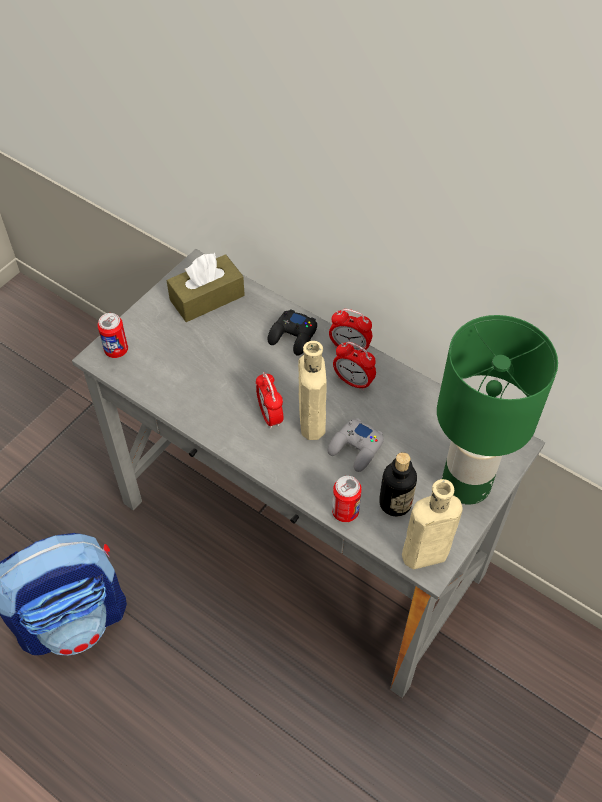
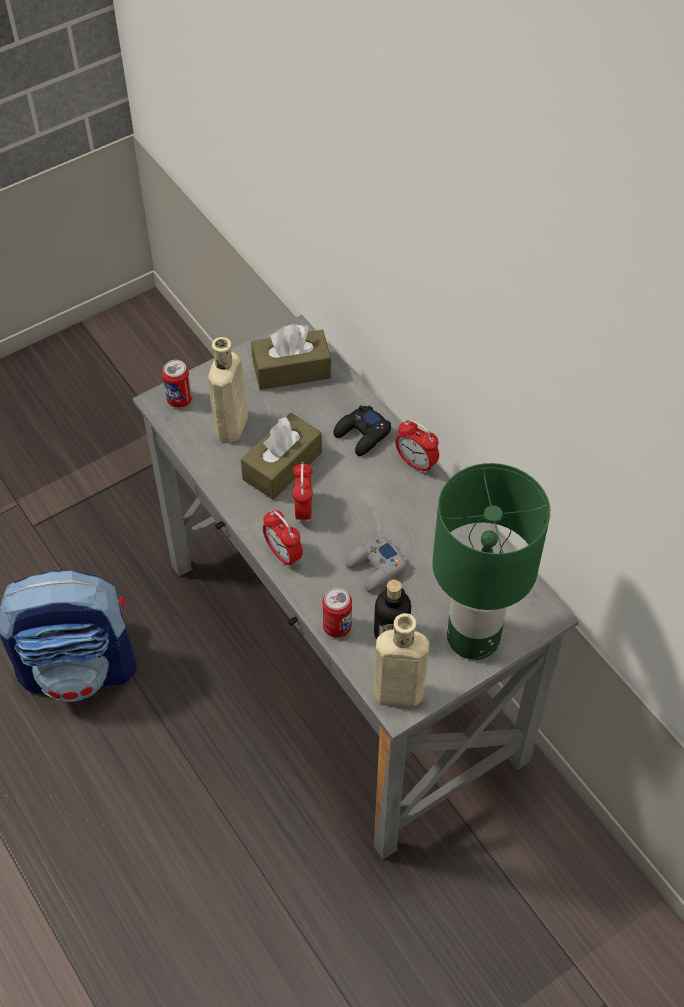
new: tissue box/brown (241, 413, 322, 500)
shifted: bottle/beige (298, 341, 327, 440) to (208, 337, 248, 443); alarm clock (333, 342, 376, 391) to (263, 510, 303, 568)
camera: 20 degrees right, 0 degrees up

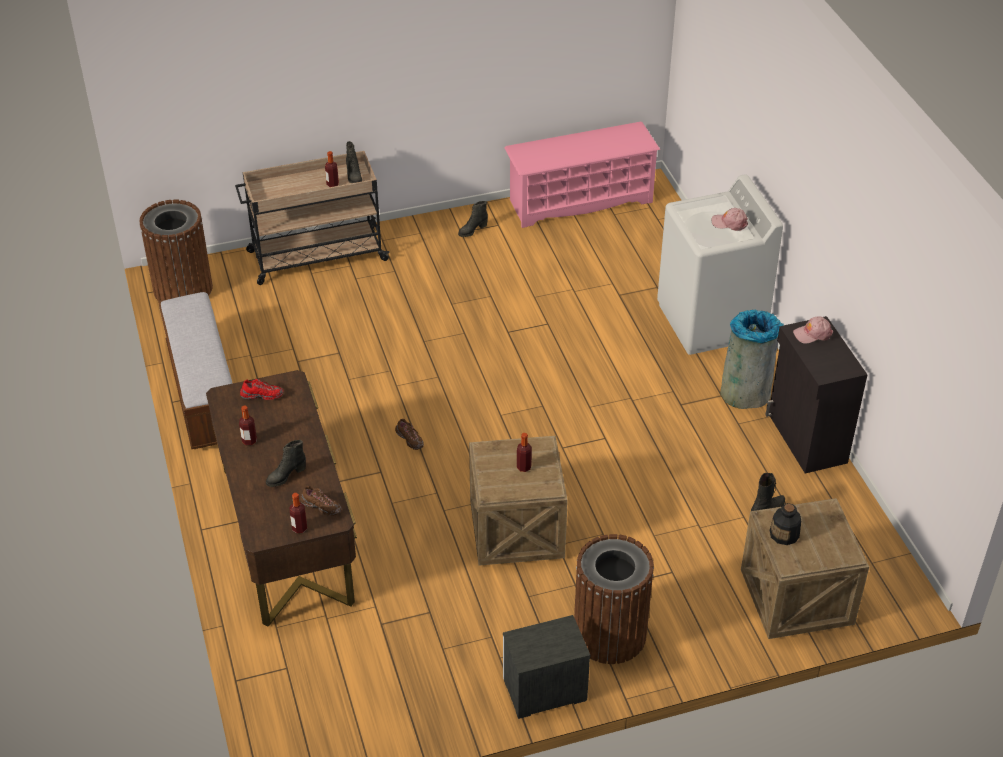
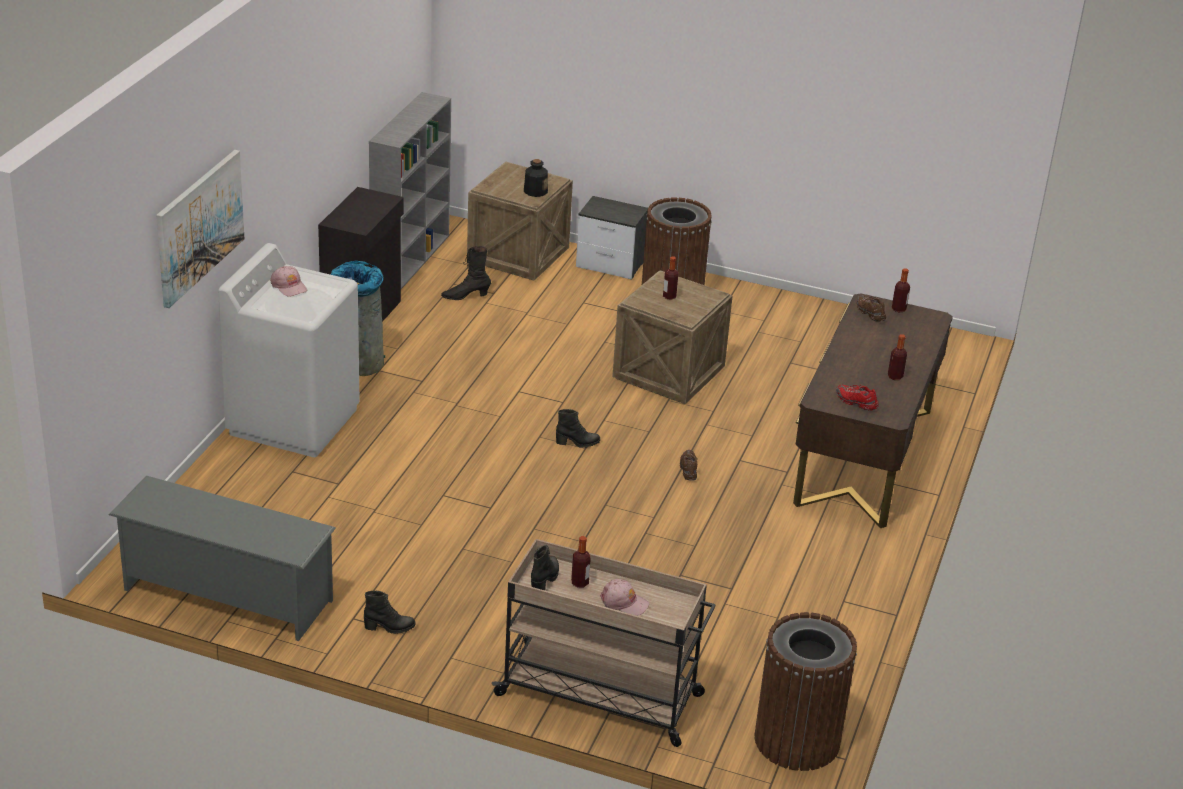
gone: bench (158, 292, 233, 449)
new: picture (156, 150, 244, 308); bookcase/grey (369, 92, 451, 289)
shifted: boot/black (266, 440, 306, 487) to (556, 409, 600, 448); nightstand (503, 615, 590, 719) to (576, 196, 648, 280); cap/pink (793, 316, 833, 344) to (600, 579, 649, 616)
repainted: shoe rack/pink (504, 122, 660, 228) to shoe rack/grey (109, 476, 336, 641)
camera: 145 degrees left, 10 degrees down

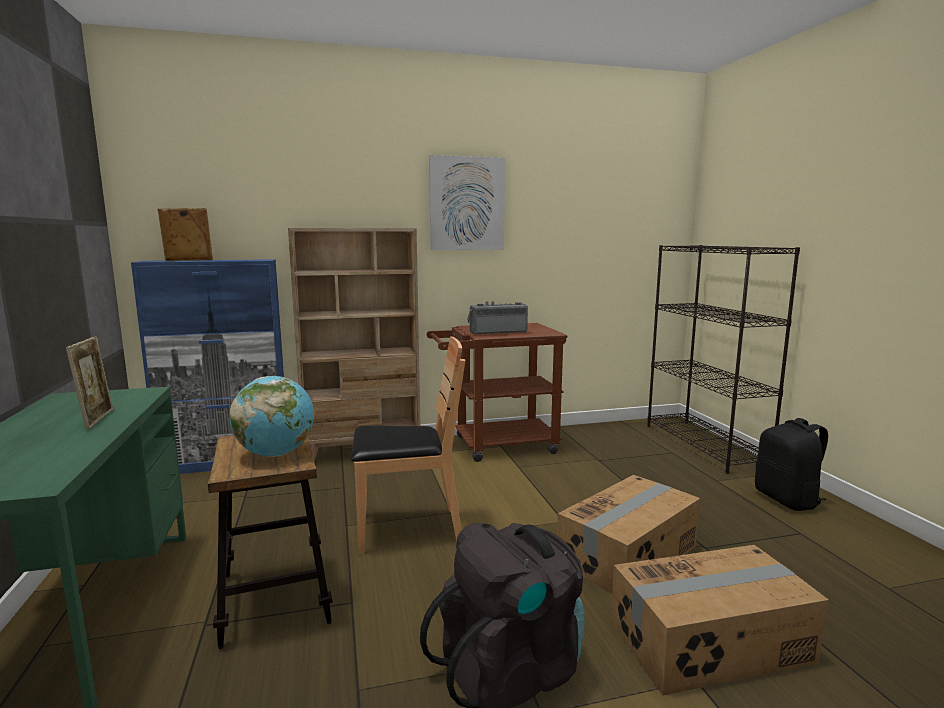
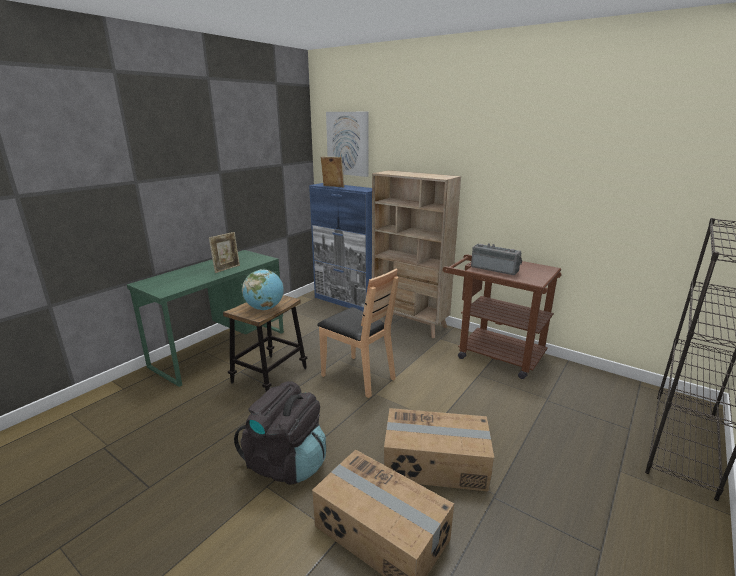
gone: backpack/black (755, 418, 828, 511)
shifted: picture (429, 155, 505, 250) to (326, 112, 369, 177)
camera: 50 degrees right, 10 degrees up

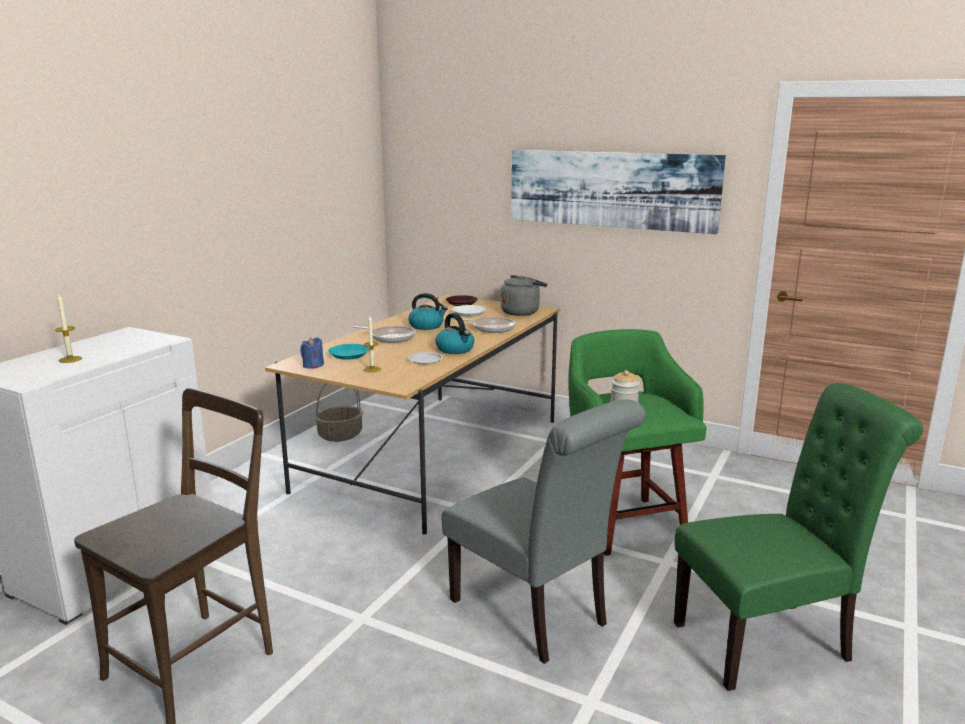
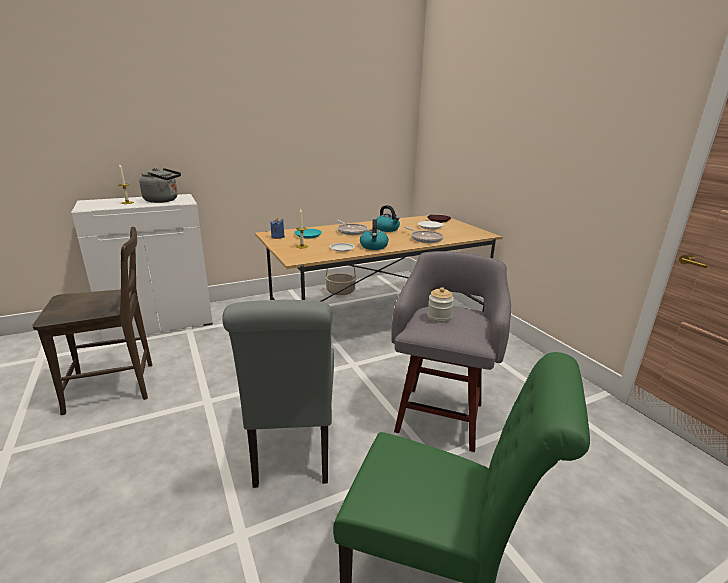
gone: picture (511, 150, 726, 234)
shifted: kettle/grey (501, 275, 547, 316) to (139, 168, 181, 203)
repainted: stool/green (568, 329, 707, 556) to stool/grey (391, 251, 511, 452)
camera: 35 degrees right, 5 degrees up

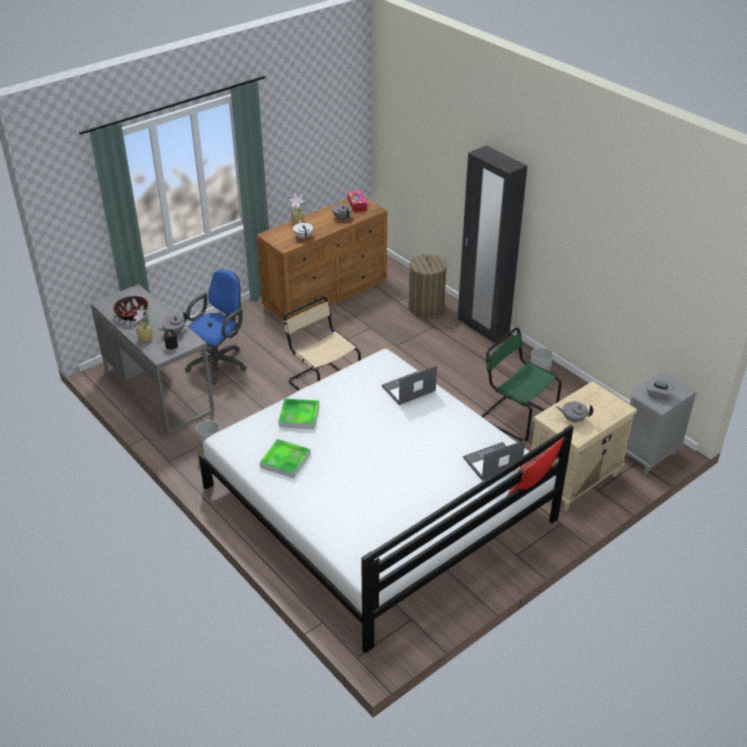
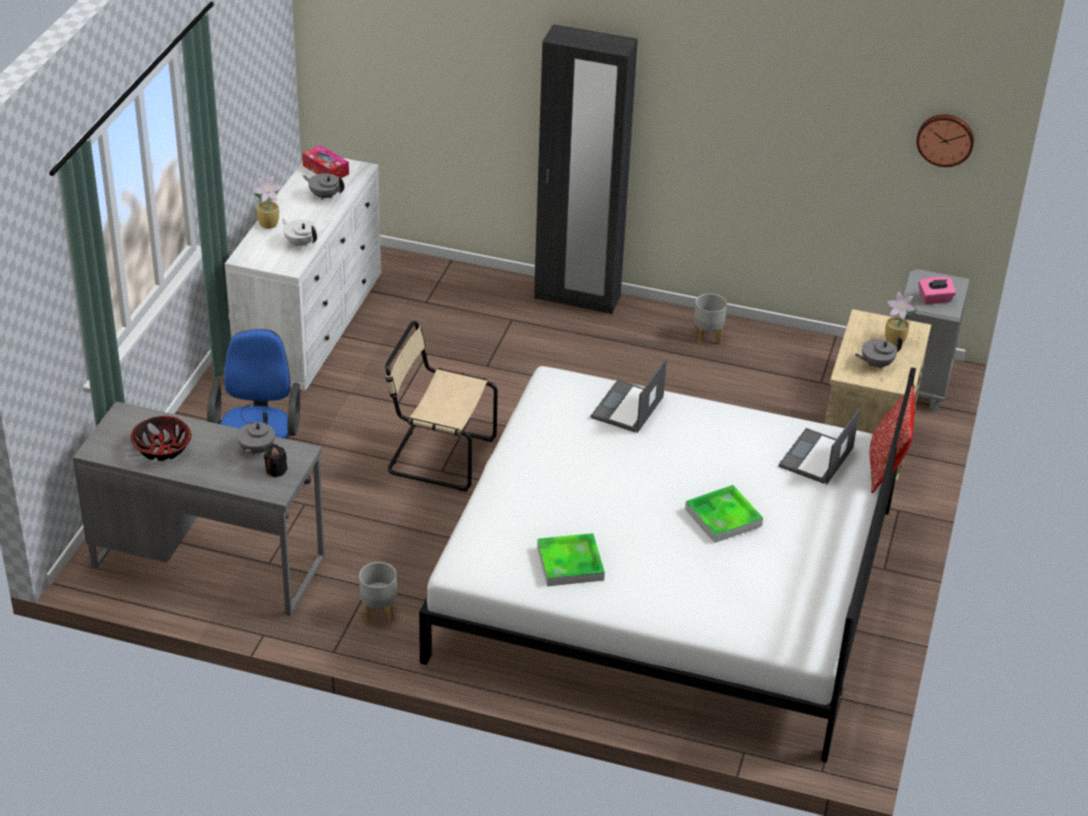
gone: laundry basket (409, 254, 447, 318); chair/green (481, 328, 562, 443)
new: wall clock (916, 114, 974, 167)
shifted: tray (278, 398, 319, 429) to (685, 485, 763, 543); potted plant (134, 305, 152, 341) to (885, 292, 917, 346)
repainted: dresser/brown (256, 197, 387, 320) to dresser/white (225, 158, 381, 391); tissue box/grey (647, 378, 674, 401) to tissue box/pink (918, 276, 956, 304)
camera: 35 degrees left, 0 degrees up

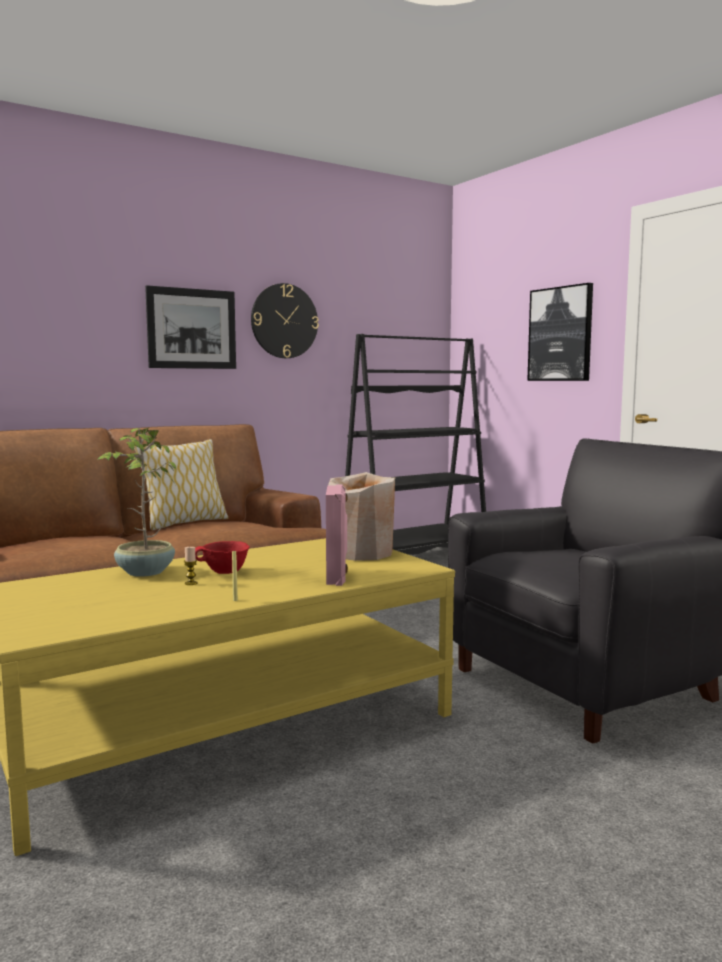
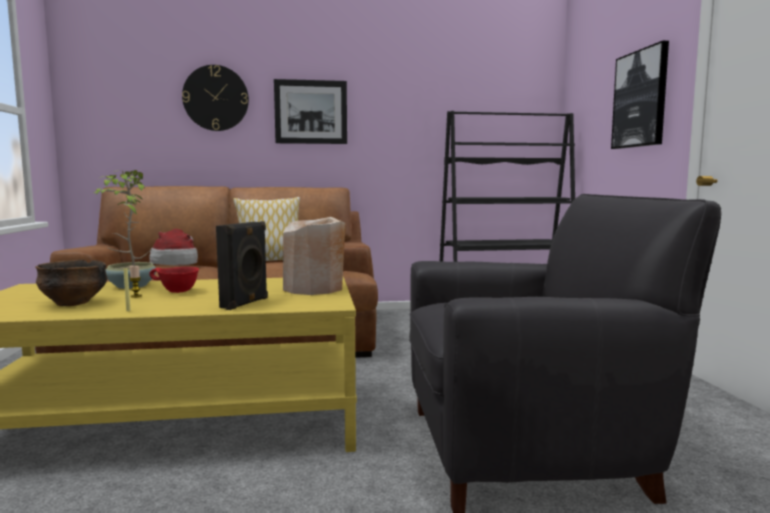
new: bowl (35, 260, 107, 306); hat (149, 229, 198, 265)
shifted: wall clock (251, 283, 319, 358) to (182, 65, 249, 131)
repainted: speaker/pink (326, 485, 348, 586) to speaker/black (216, 221, 268, 310)
camera: 25 degrees right, 0 degrees up

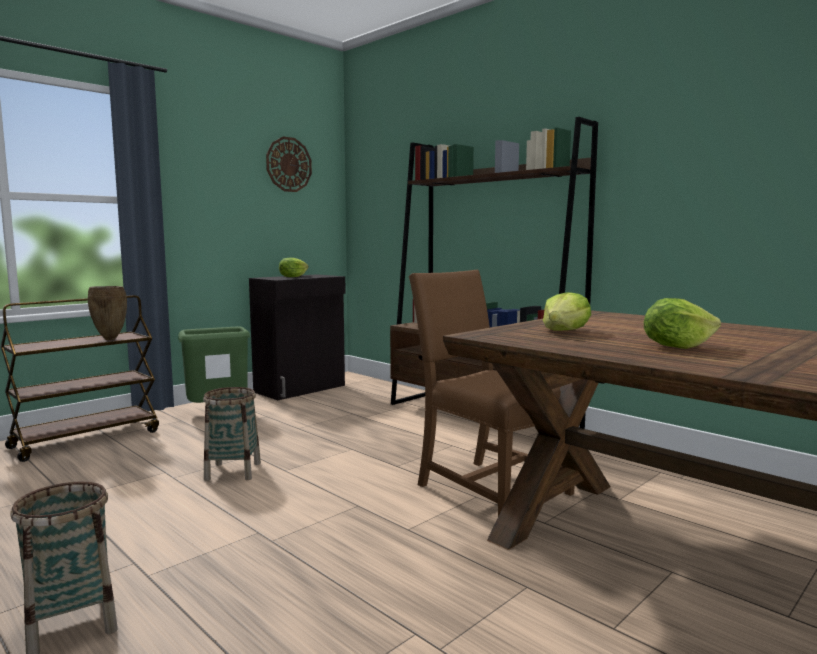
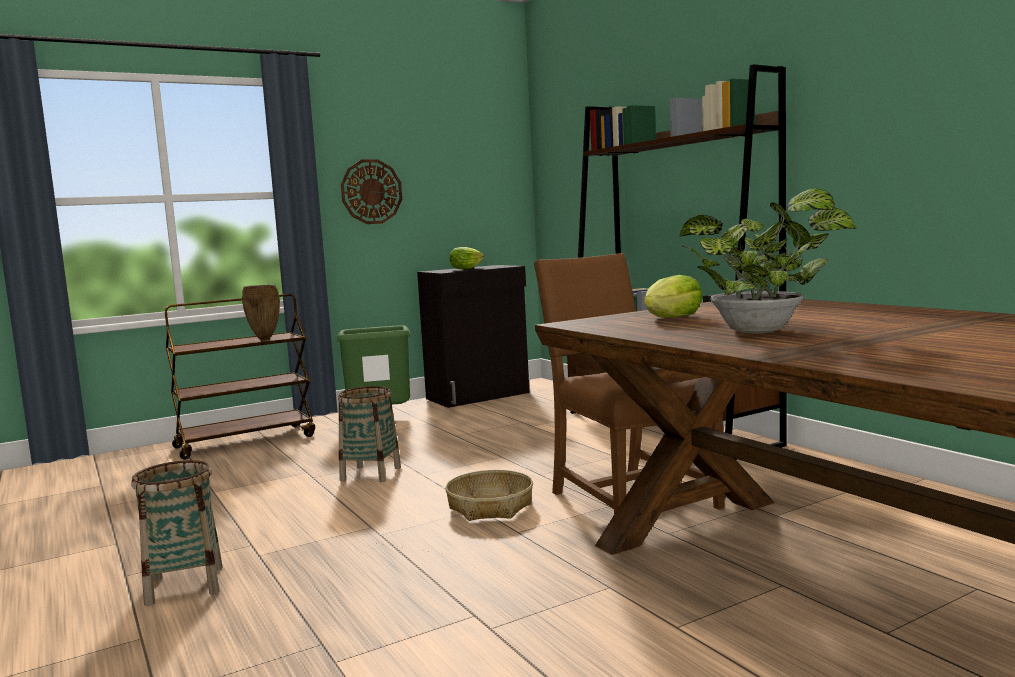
new: basket (445, 470, 533, 521)
shifted: wall clock (266, 136, 312, 192) to (341, 159, 402, 224)
swapped: lettuce (644, 298, 721, 349) to potted plant (680, 188, 857, 334)
camera: 15 degrees right, 0 degrees up

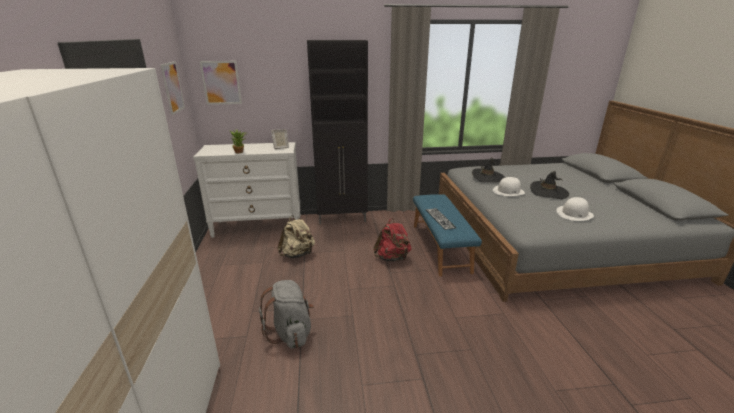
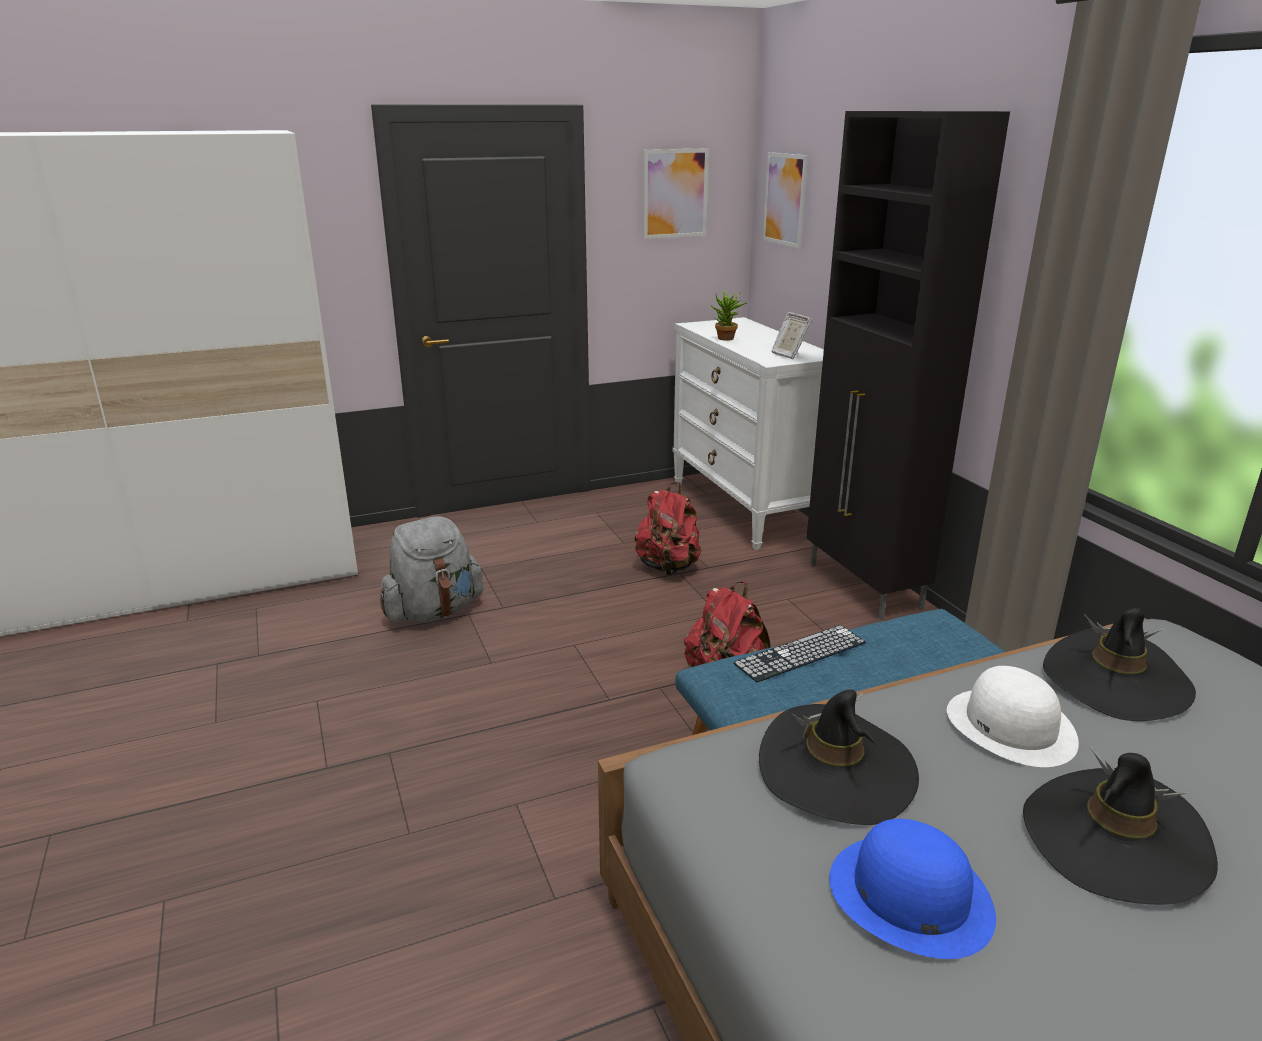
new: hat/black (759, 689, 919, 825)
repainted: backpack/beige (277, 215, 315, 258) to backpack/red (635, 482, 701, 575); hat/white (557, 197, 594, 221) to hat/blue (829, 819, 996, 959)
camera: 75 degrees right, 0 degrees up

